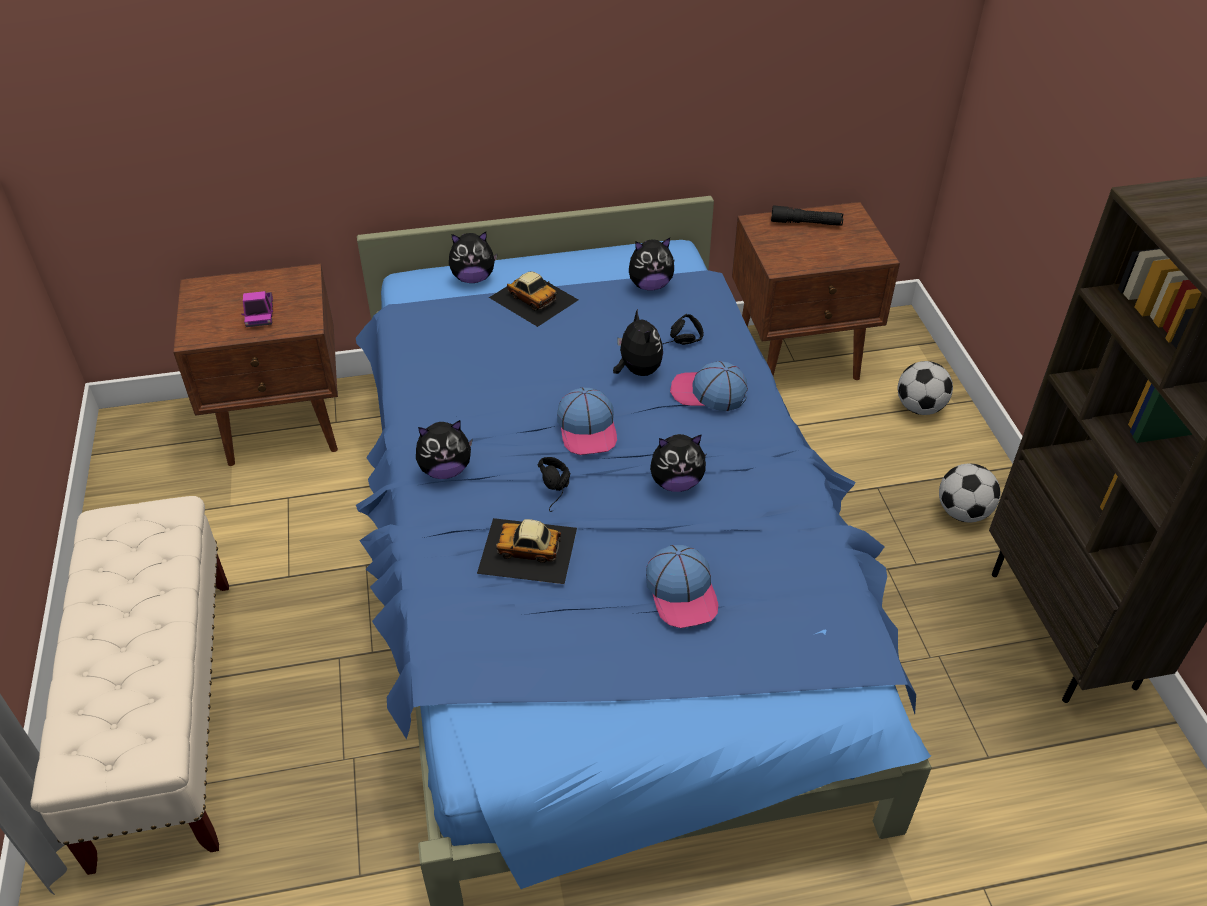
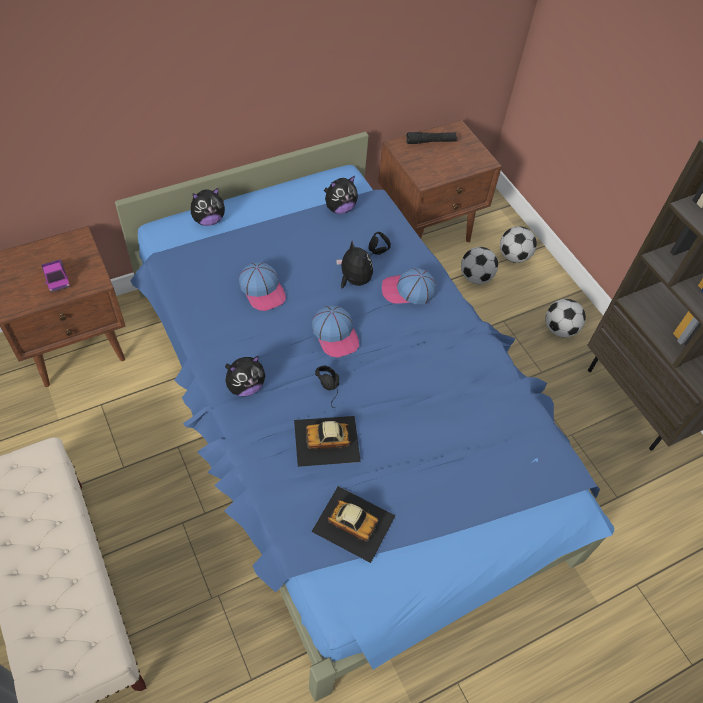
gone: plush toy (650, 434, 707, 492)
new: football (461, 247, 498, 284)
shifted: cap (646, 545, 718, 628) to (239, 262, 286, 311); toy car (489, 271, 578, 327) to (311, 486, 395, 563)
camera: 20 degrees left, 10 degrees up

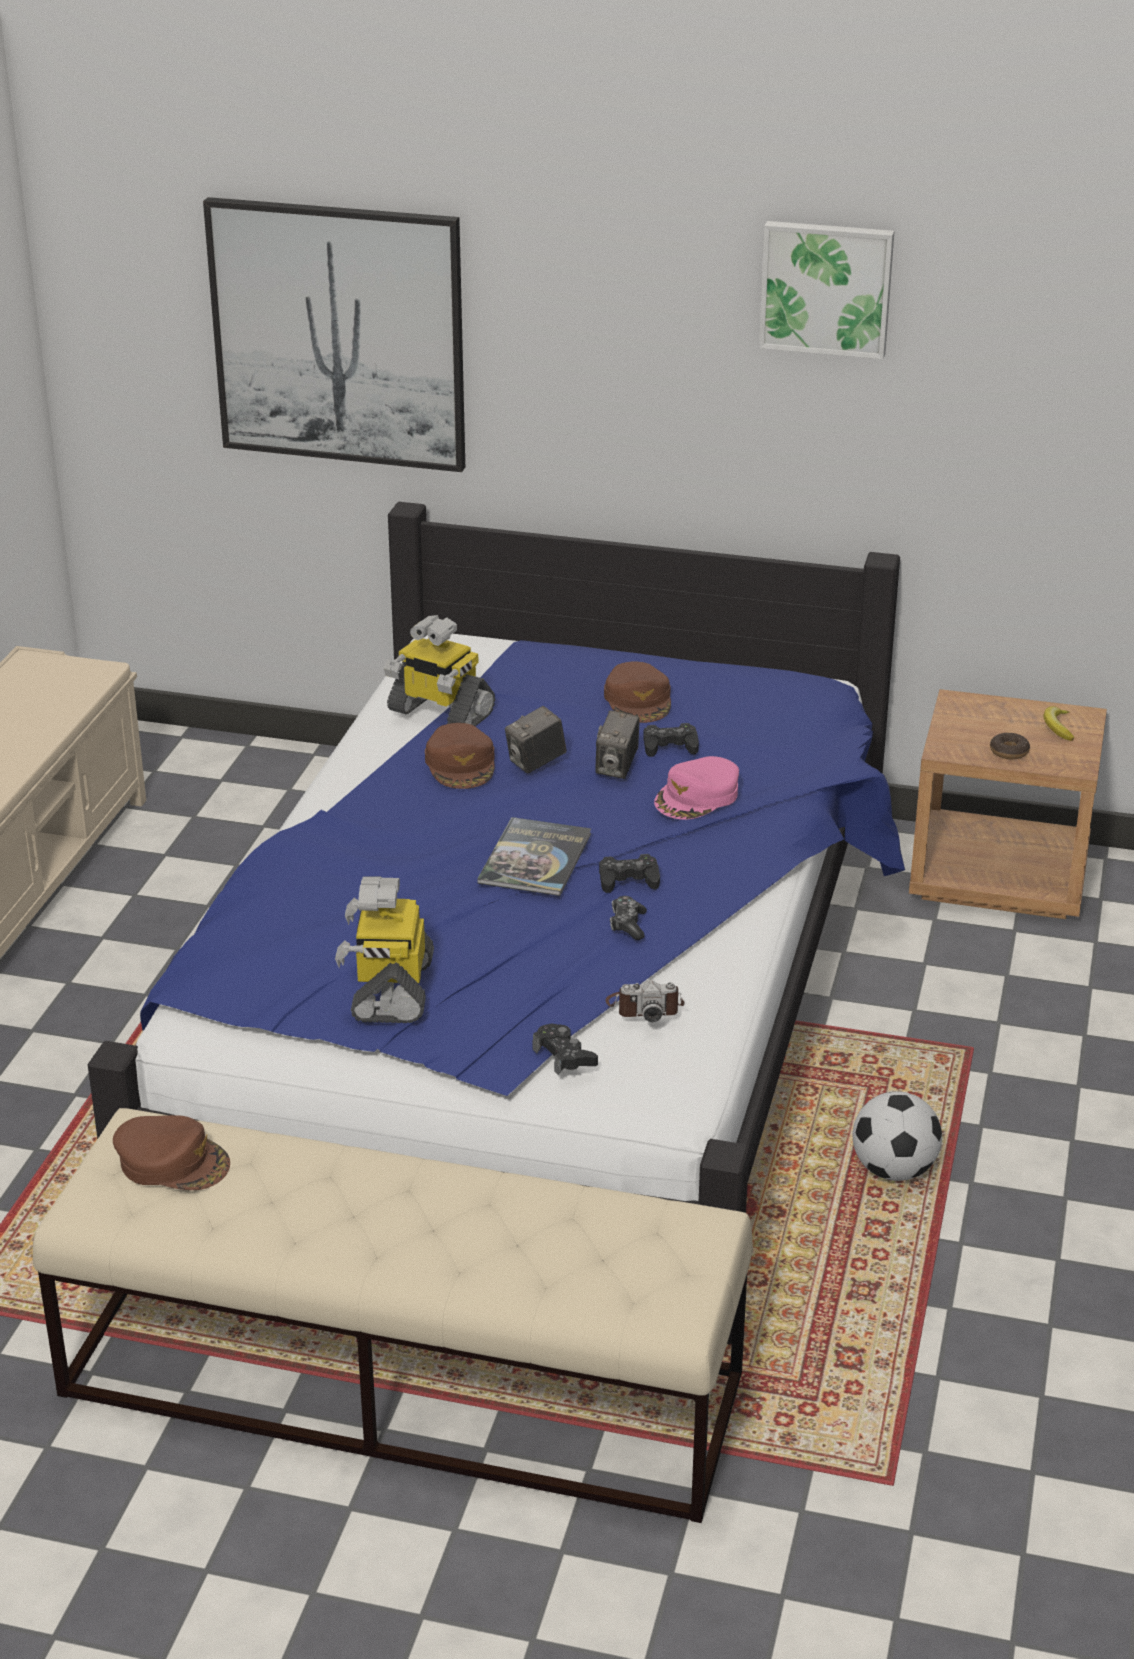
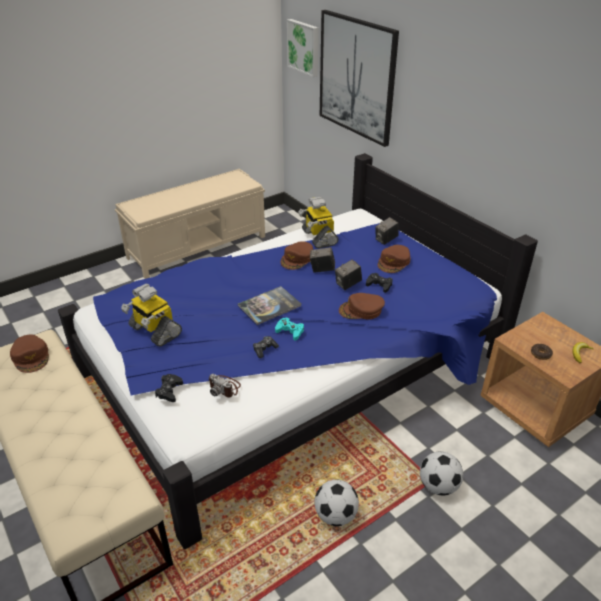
new: photo camera (375, 217, 398, 245); football (420, 451, 463, 495)
shifted: picture (759, 221, 894, 359) to (287, 19, 318, 77)
repainted: game controller/black (599, 854, 660, 893) to game controller/turquoise (275, 317, 304, 341); cap/pink (654, 756, 739, 820) to cap/brown (339, 293, 385, 320)
rotated: toy robot (335, 877, 434, 1023) = (121, 284, 182, 347) 90 degrees counterclockwise
camera: 40 degrees right, 5 degrees up

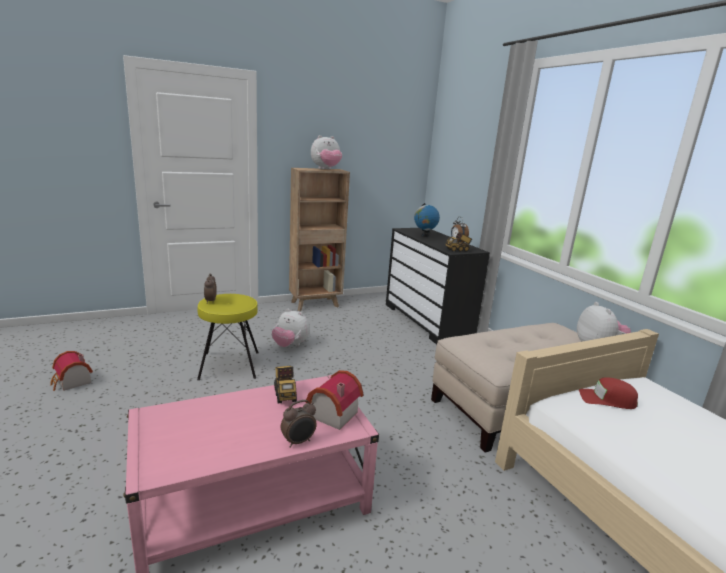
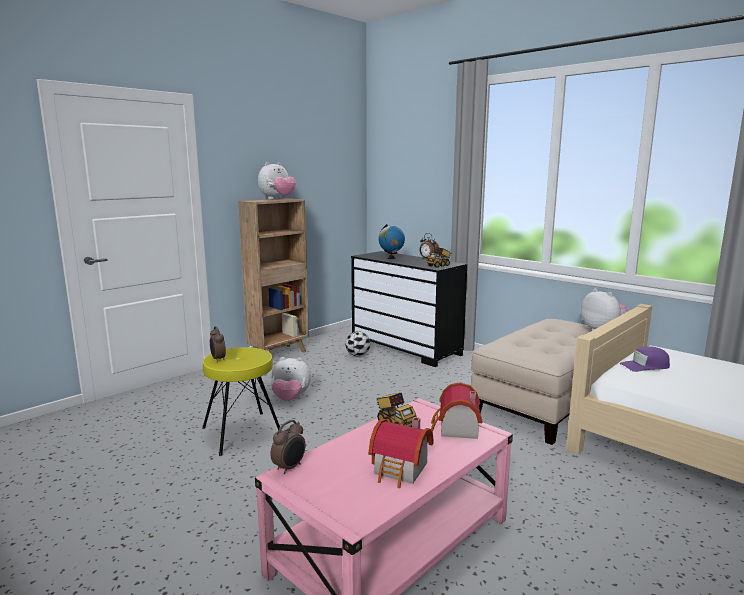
new: football (345, 331, 370, 356)
shifted: alarm clock (281, 400, 317, 448) to (270, 420, 305, 474); toy house (50, 351, 93, 391) to (368, 417, 434, 488)
repainted: cap/red (579, 377, 638, 409) to cap/purple (620, 346, 670, 372)
camera: 20 degrees left, 5 degrees down

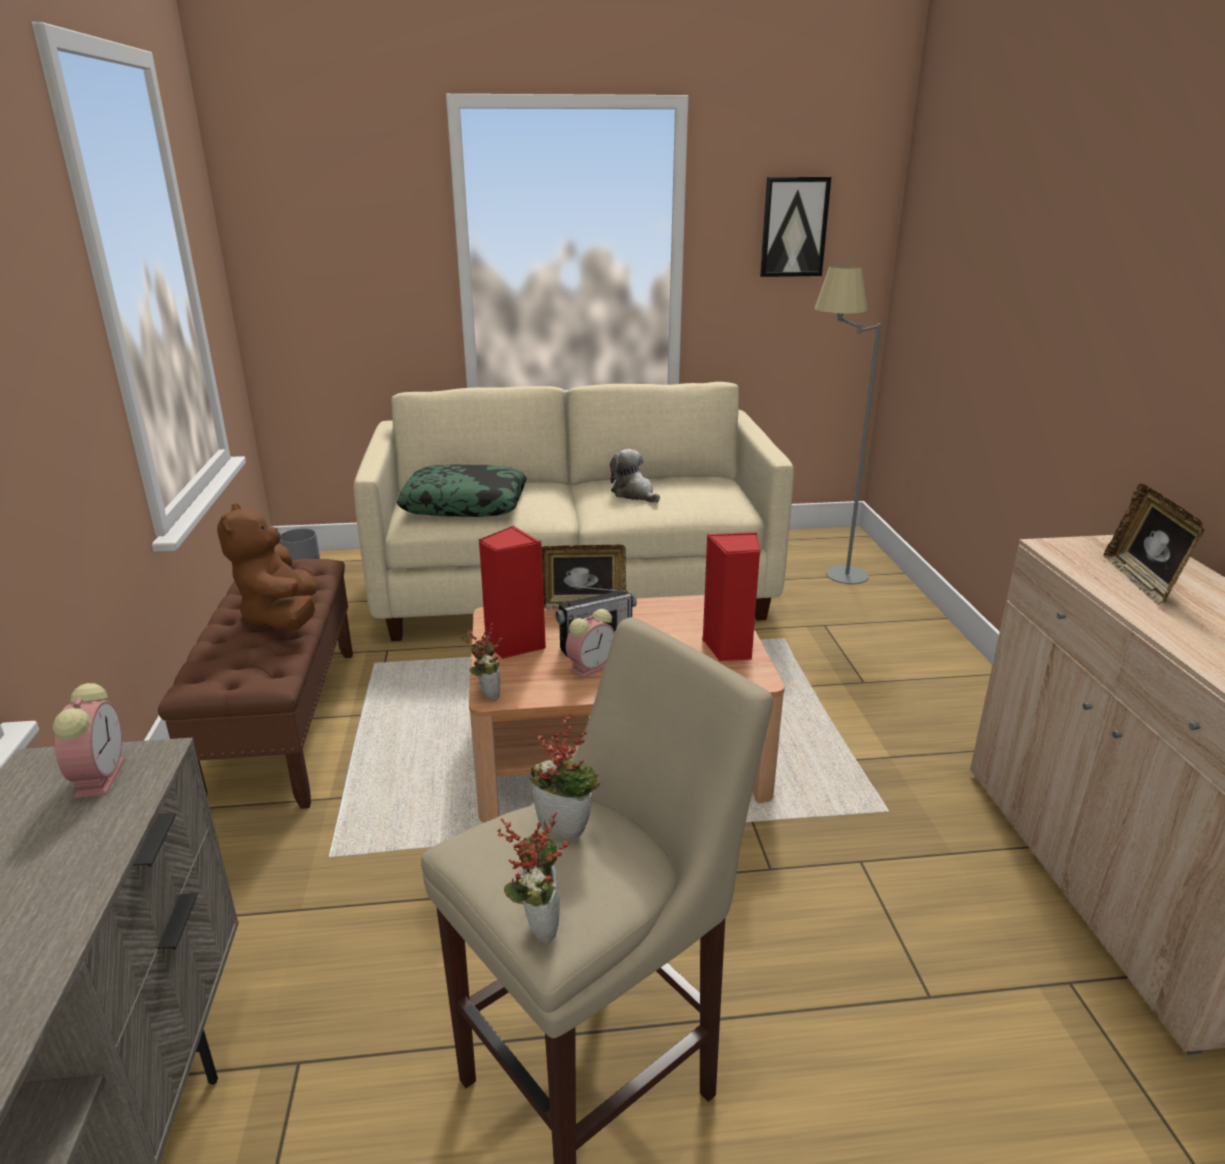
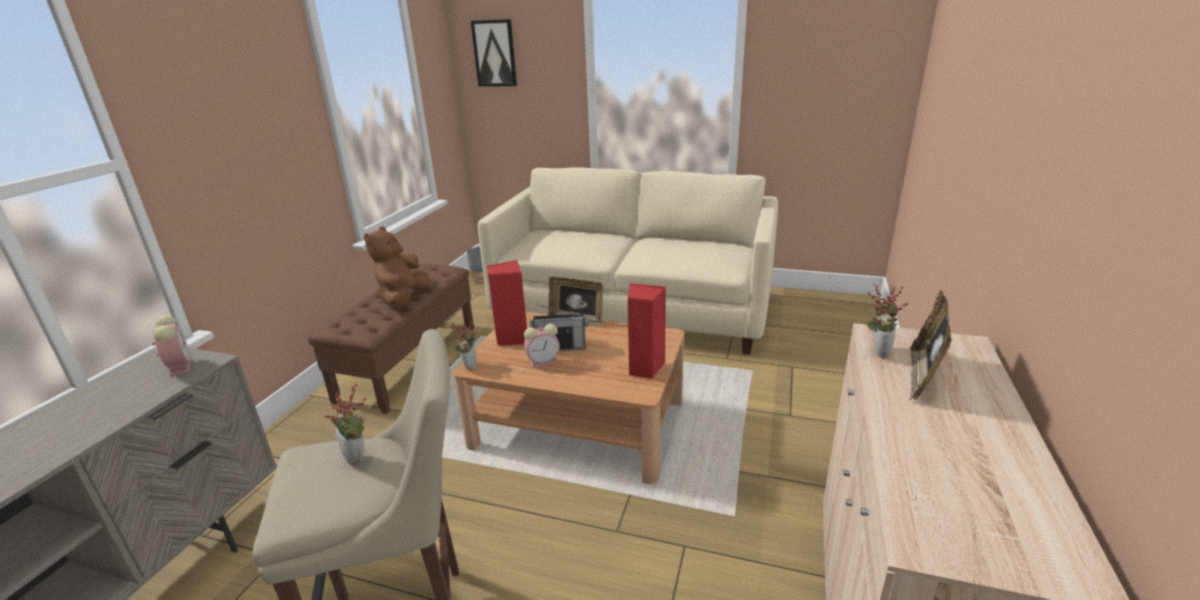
gone: pillow (396, 465, 527, 517); plush toy (610, 449, 660, 503); floor lamp/grey (815, 265, 881, 584)
shifted: picture (760, 177, 831, 277) to (471, 19, 517, 86); potted plant (497, 812, 570, 944) to (866, 283, 909, 359)
rotated: alarm clock (53, 683, 125, 798) = (152, 315, 191, 377) 45 degrees counterclockwise
camera: 25 degrees right, 0 degrees up

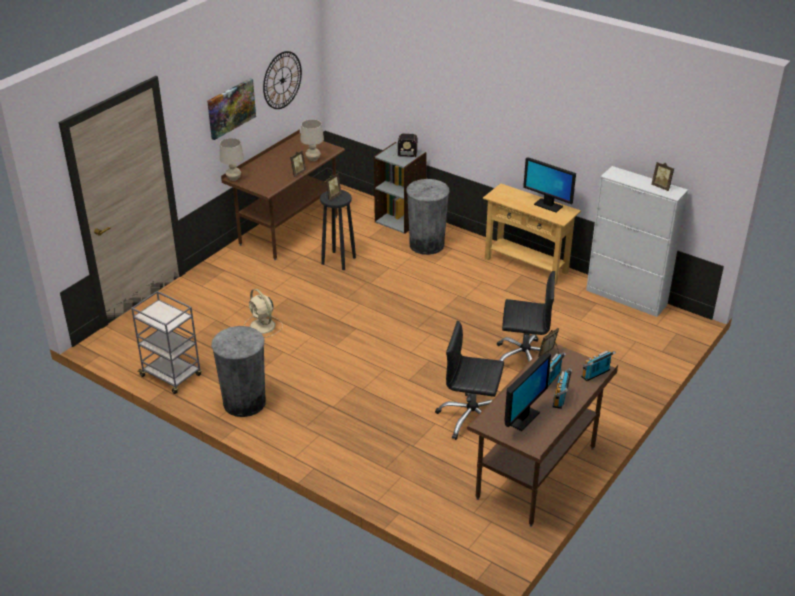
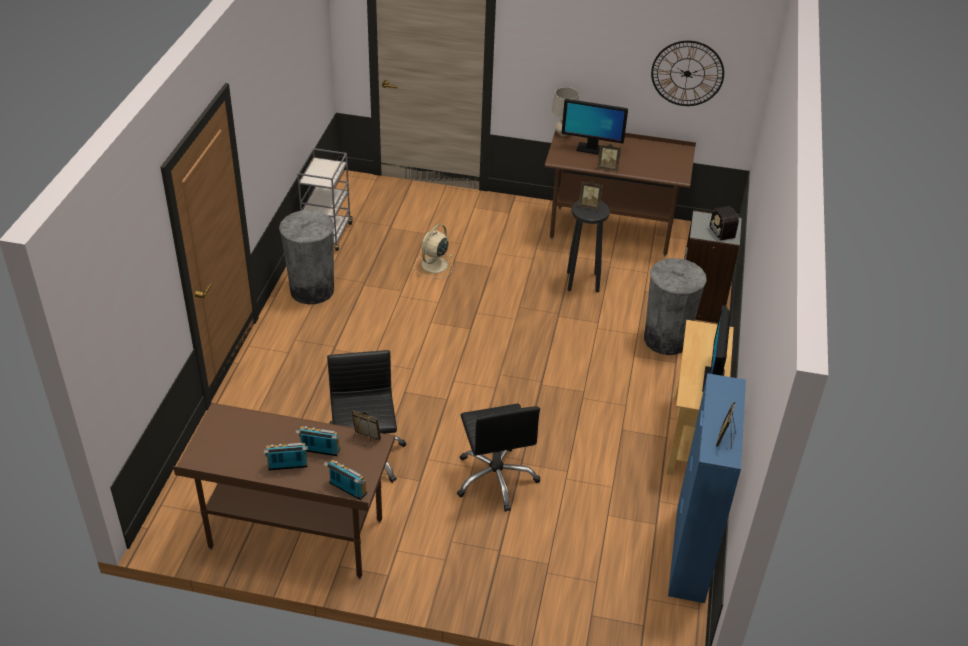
gone: picture (207, 78, 256, 140); table lamp/beige (300, 119, 324, 161)
shifted: monitor (504, 353, 551, 431) to (561, 99, 628, 155)
repainted: cabinet/white (586, 166, 688, 317) to cabinet/blue (668, 373, 746, 603)
camera: 65 degrees right, 5 degrees up

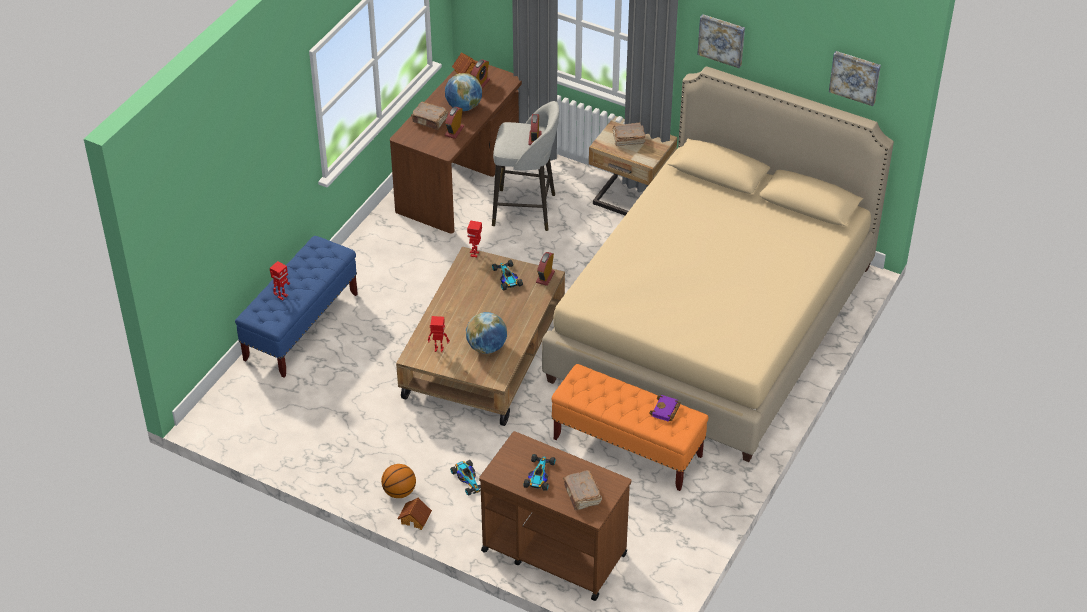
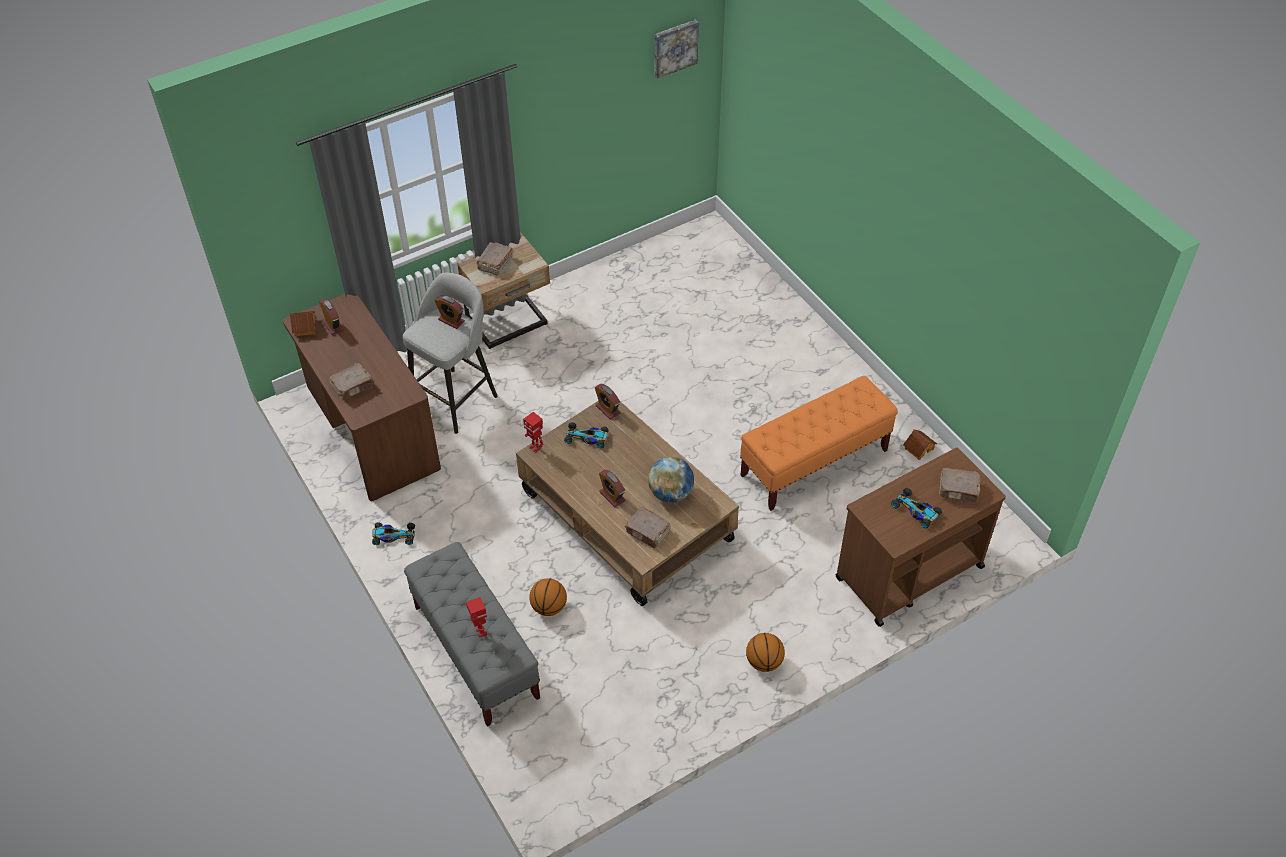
gone: globe (445, 73, 482, 111); bed/beige (542, 66, 894, 462); book/purple (649, 395, 681, 421); picture (697, 14, 745, 68)
new: basketball (529, 578, 567, 616)
shifted: toy car (450, 460, 481, 496) to (372, 523, 415, 545); alarm clock (445, 107, 464, 139) to (599, 469, 626, 507); toy house (398, 498, 432, 530) to (903, 429, 937, 460)
swapped: toy robot (428, 316, 450, 352) to book/brown (625, 507, 671, 549)
repainted: bench/blue (235, 236, 358, 378) to bench/grey (404, 542, 540, 727)
camera: 60 degrees left, 5 degrees up

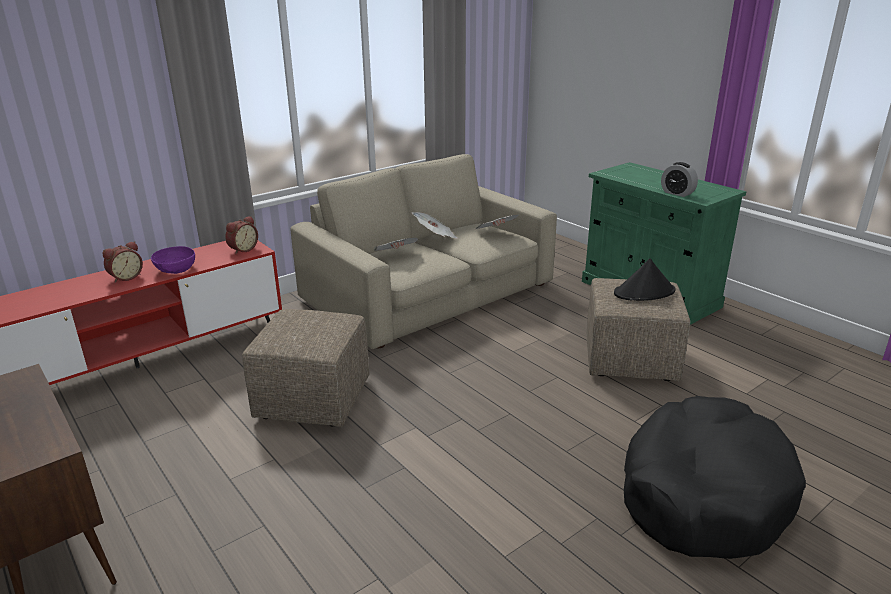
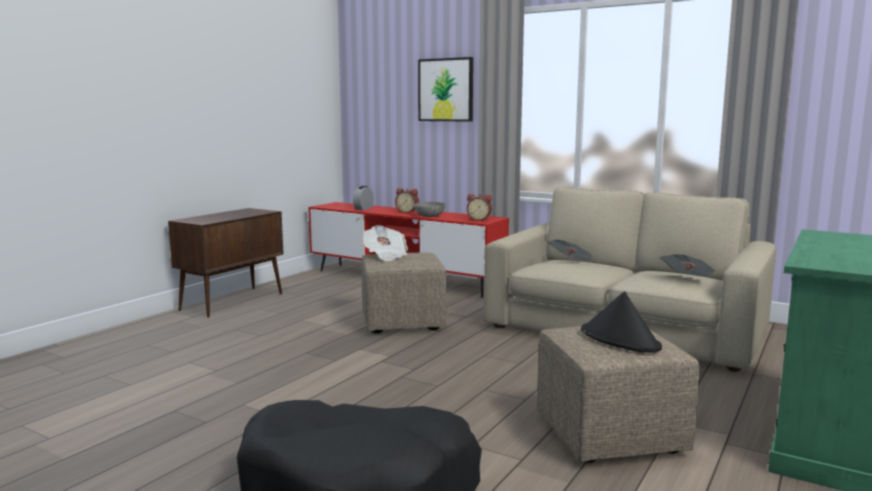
new: picture (418, 57, 473, 122)
shifted: alarm clock (661, 162, 698, 197) to (353, 186, 374, 210); newspaper (411, 212, 458, 239) to (363, 225, 408, 261)
repainted: bowl/purple (151, 246, 195, 274) to bowl/grey (414, 202, 445, 217)
camera: 70 degrees right, 15 degrees down

